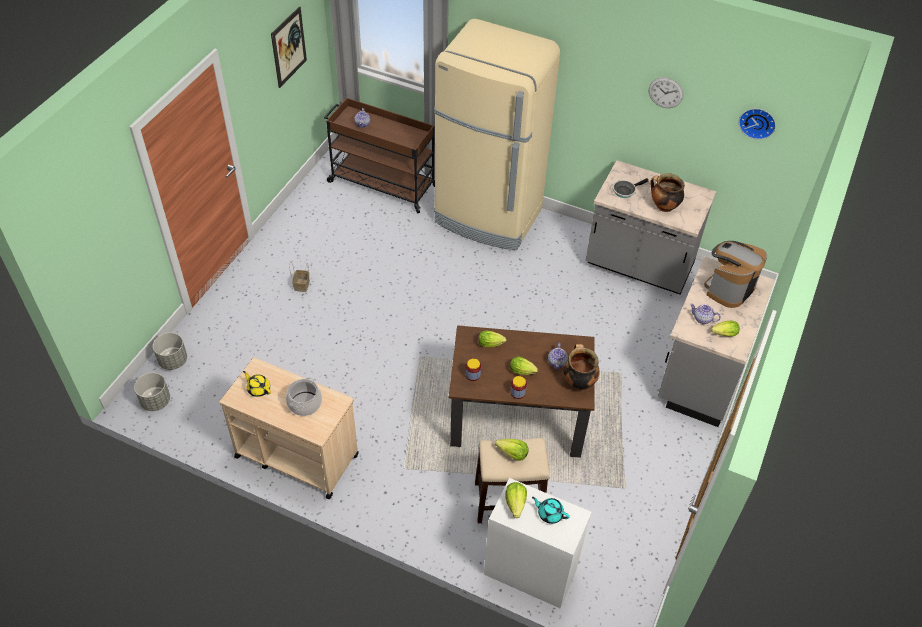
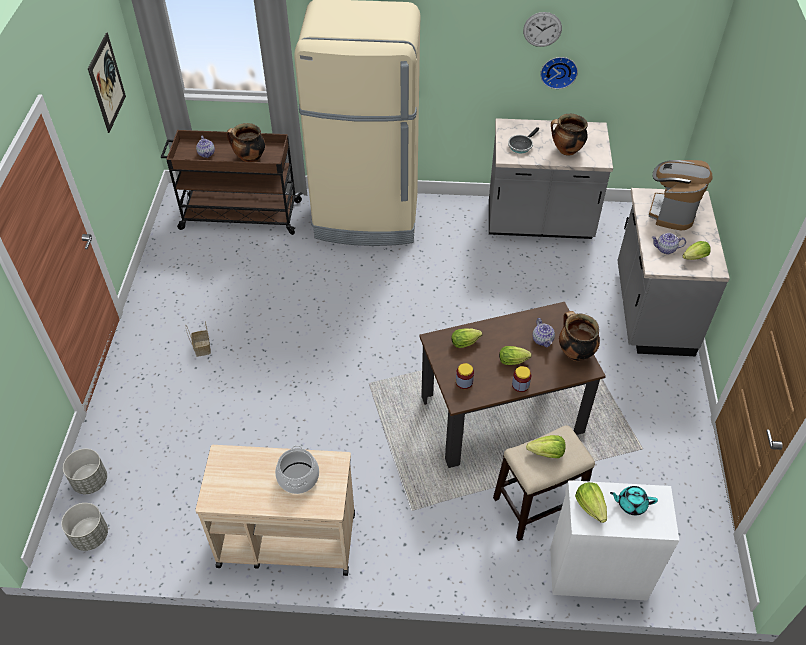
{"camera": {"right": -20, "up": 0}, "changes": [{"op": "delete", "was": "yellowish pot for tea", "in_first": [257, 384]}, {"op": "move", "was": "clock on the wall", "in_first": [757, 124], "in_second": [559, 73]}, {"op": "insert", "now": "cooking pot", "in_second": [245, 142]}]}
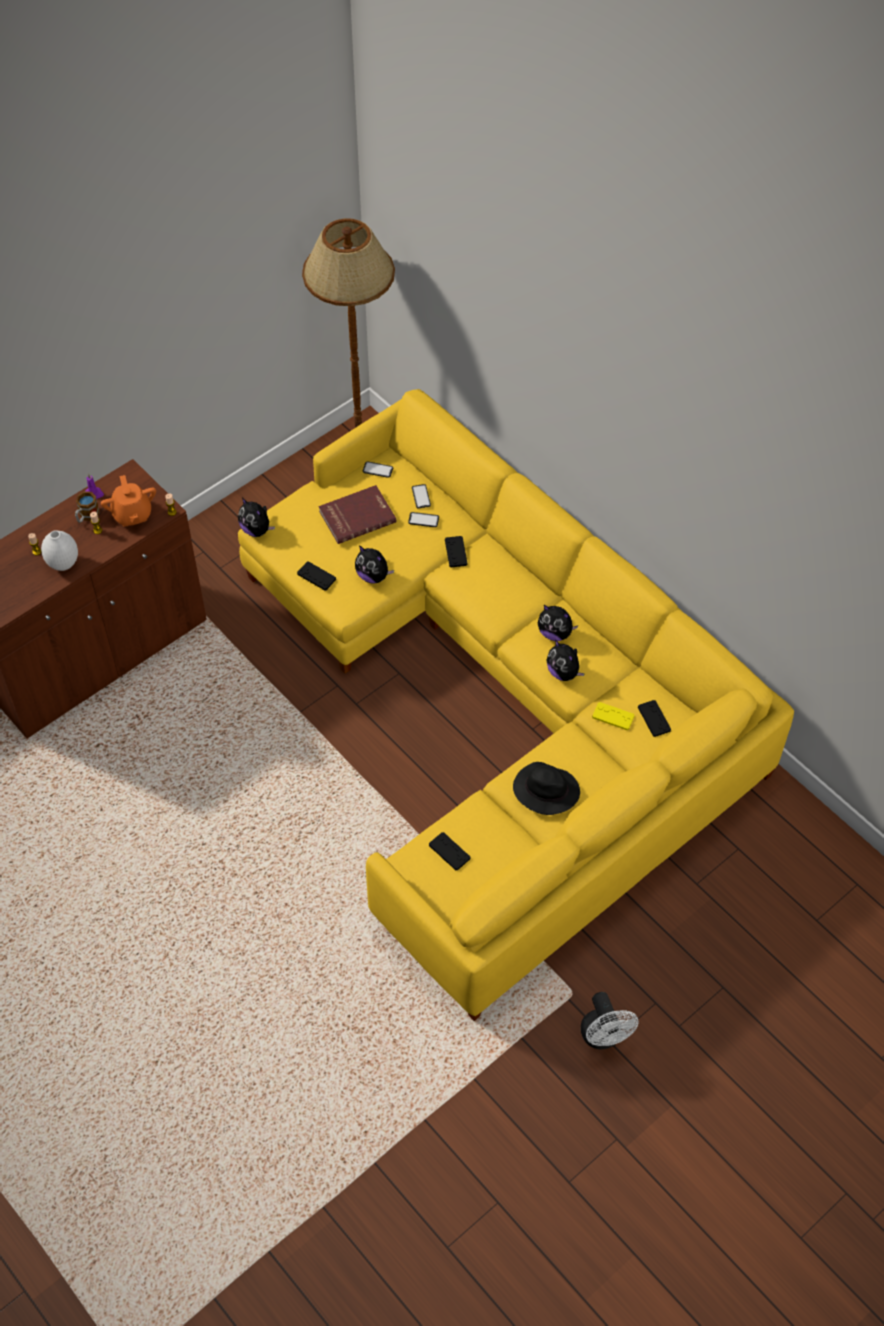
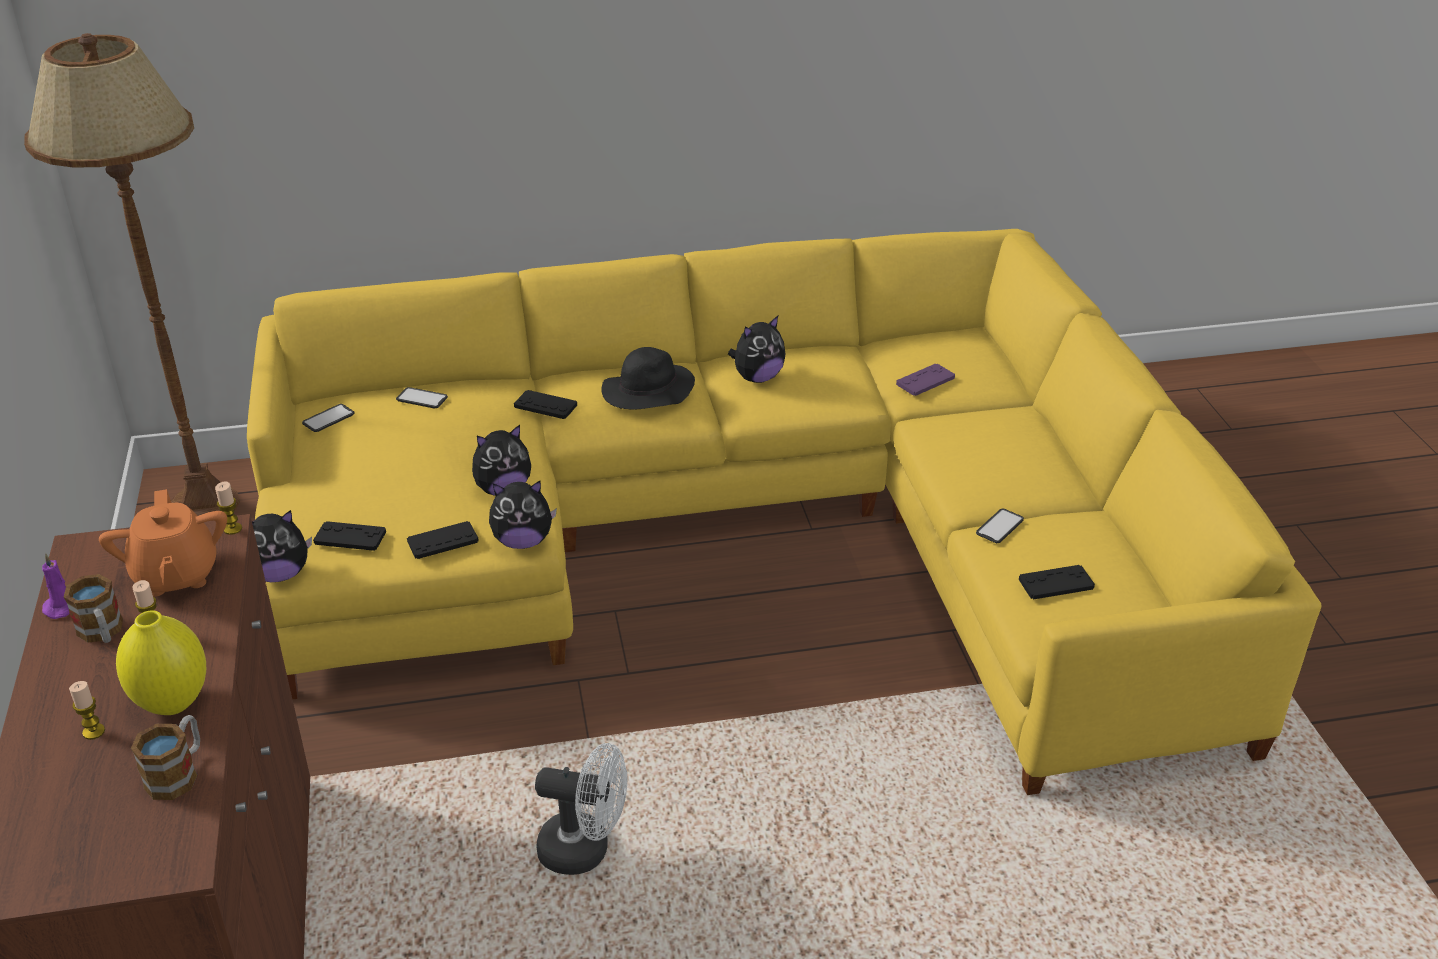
{"camera": {"right": -60, "up": -20}, "changes": [{"op": "recolor", "was": "white flower vase", "now": "yellowish flower vase", "in_first": [59, 550], "in_second": [161, 663]}, {"op": "rotate", "was": "orange-coloured pot for tea", "in_first": [128, 501], "in_second": [163, 543], "clockwise": 60}, {"op": "delete", "was": "red-coloured bound book", "in_first": [357, 514]}, {"op": "move", "was": "telephone", "in_first": [423, 519], "in_second": [1000, 525]}, {"op": "move", "was": "blackish hat", "in_first": [546, 788], "in_second": [648, 378]}, {"op": "move", "was": "soft toy", "in_first": [565, 660], "in_second": [523, 515]}, {"op": "move", "was": "white fan", "in_first": [609, 1021], "in_second": [581, 809]}, {"op": "recolor", "was": "yellowish joypad", "now": "purple joypad", "in_first": [613, 716], "in_second": [925, 379]}, {"op": "move", "was": "blackish joypad", "in_first": [654, 718], "in_second": [349, 536]}, {"op": "insert", "now": "mug", "in_second": [165, 757]}]}
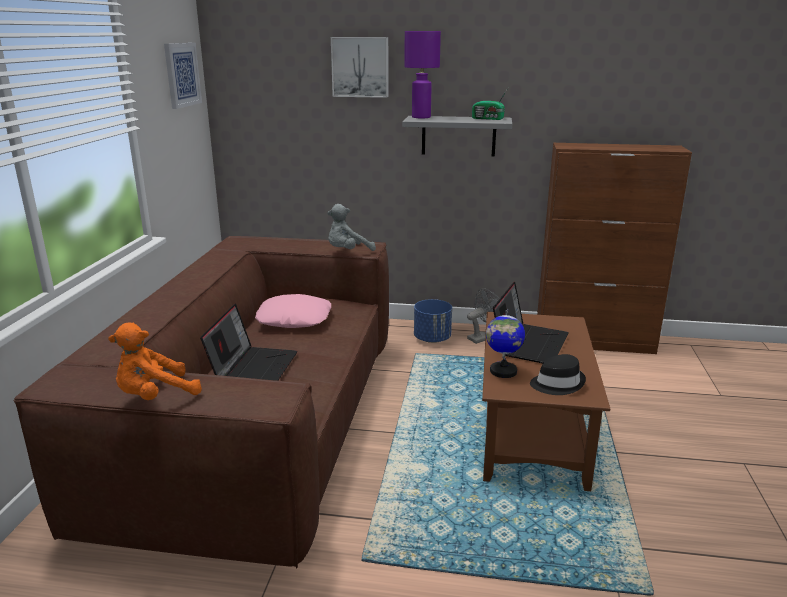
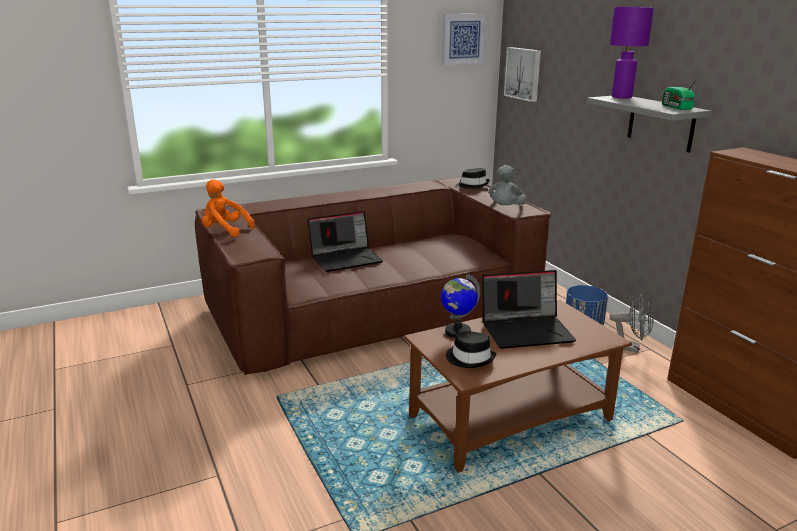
{"camera": {"right": 55, "up": 0}, "changes": [{"op": "delete", "was": "pink-coloured throw pillow", "in_first": [293, 311]}, {"op": "rotate", "was": "gray soft toy", "in_first": [351, 227], "in_second": [508, 185], "clockwise": -90}, {"op": "move", "was": "wall picture", "in_first": [360, 67], "in_second": [522, 74]}, {"op": "insert", "now": "blackish hat", "in_second": [473, 178]}]}
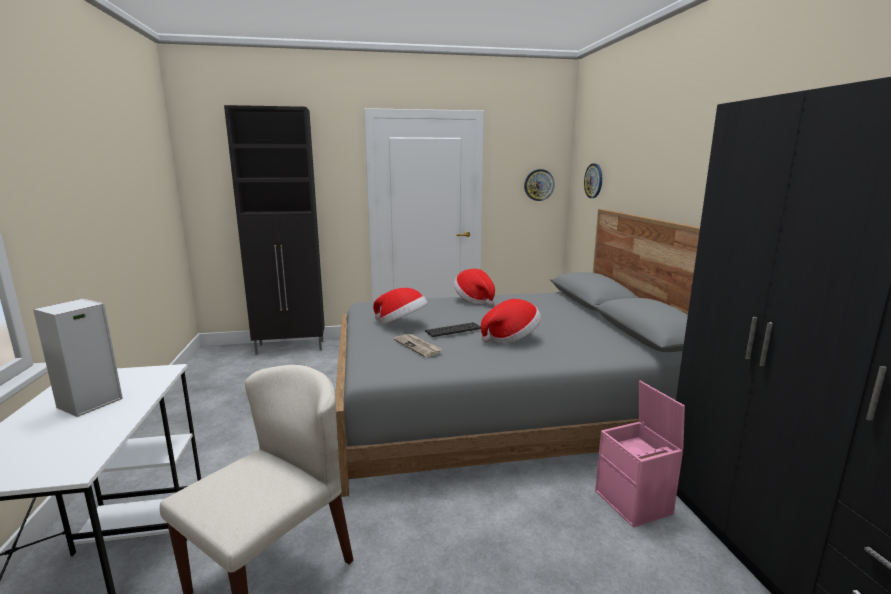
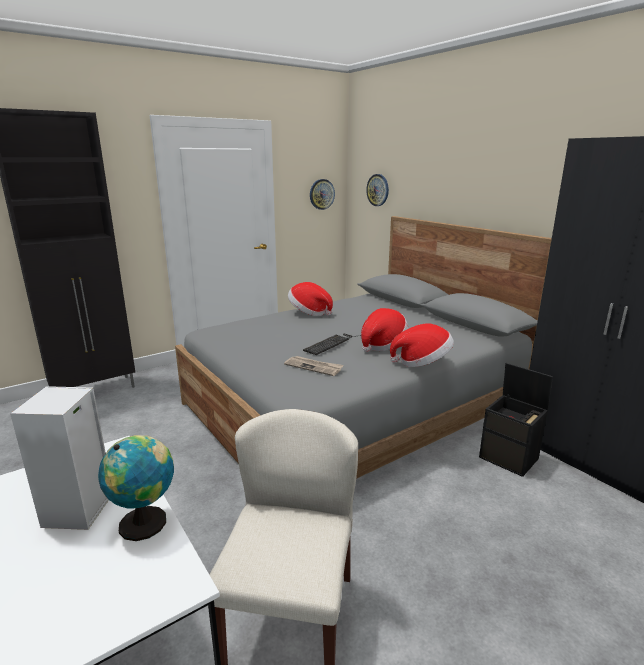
{"camera": {"right": -25, "up": 5}, "changes": [{"op": "move", "was": "hat", "in_first": [400, 306], "in_second": [422, 345]}, {"op": "recolor", "was": "pink-coloured storage box", "now": "blackish storage box", "in_first": [640, 454], "in_second": [516, 420]}, {"op": "insert", "now": "world globe", "in_second": [136, 488]}]}
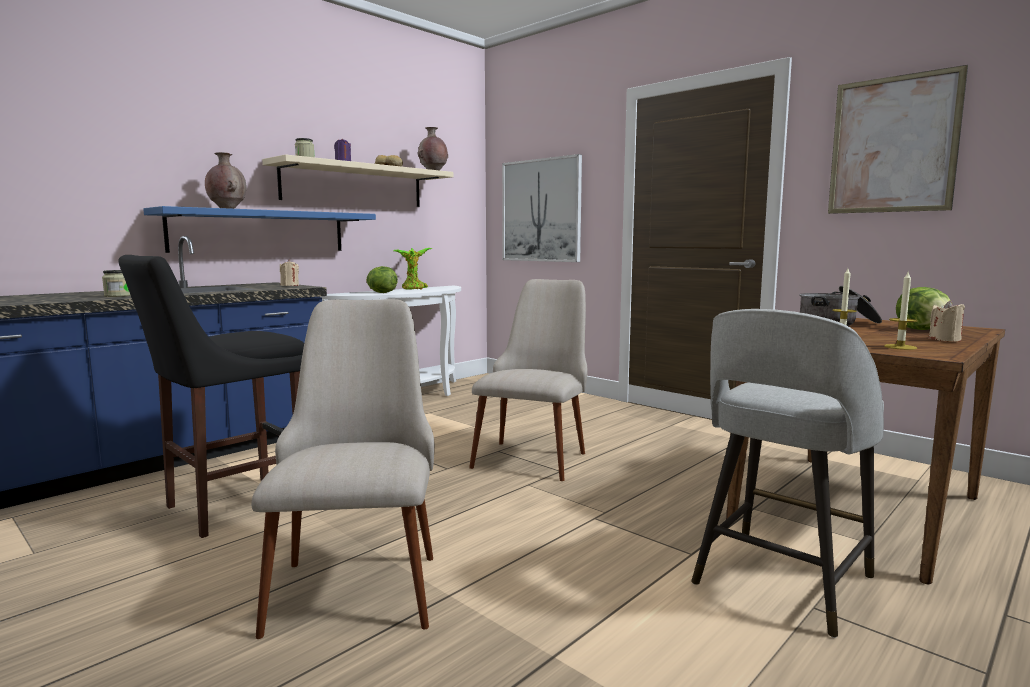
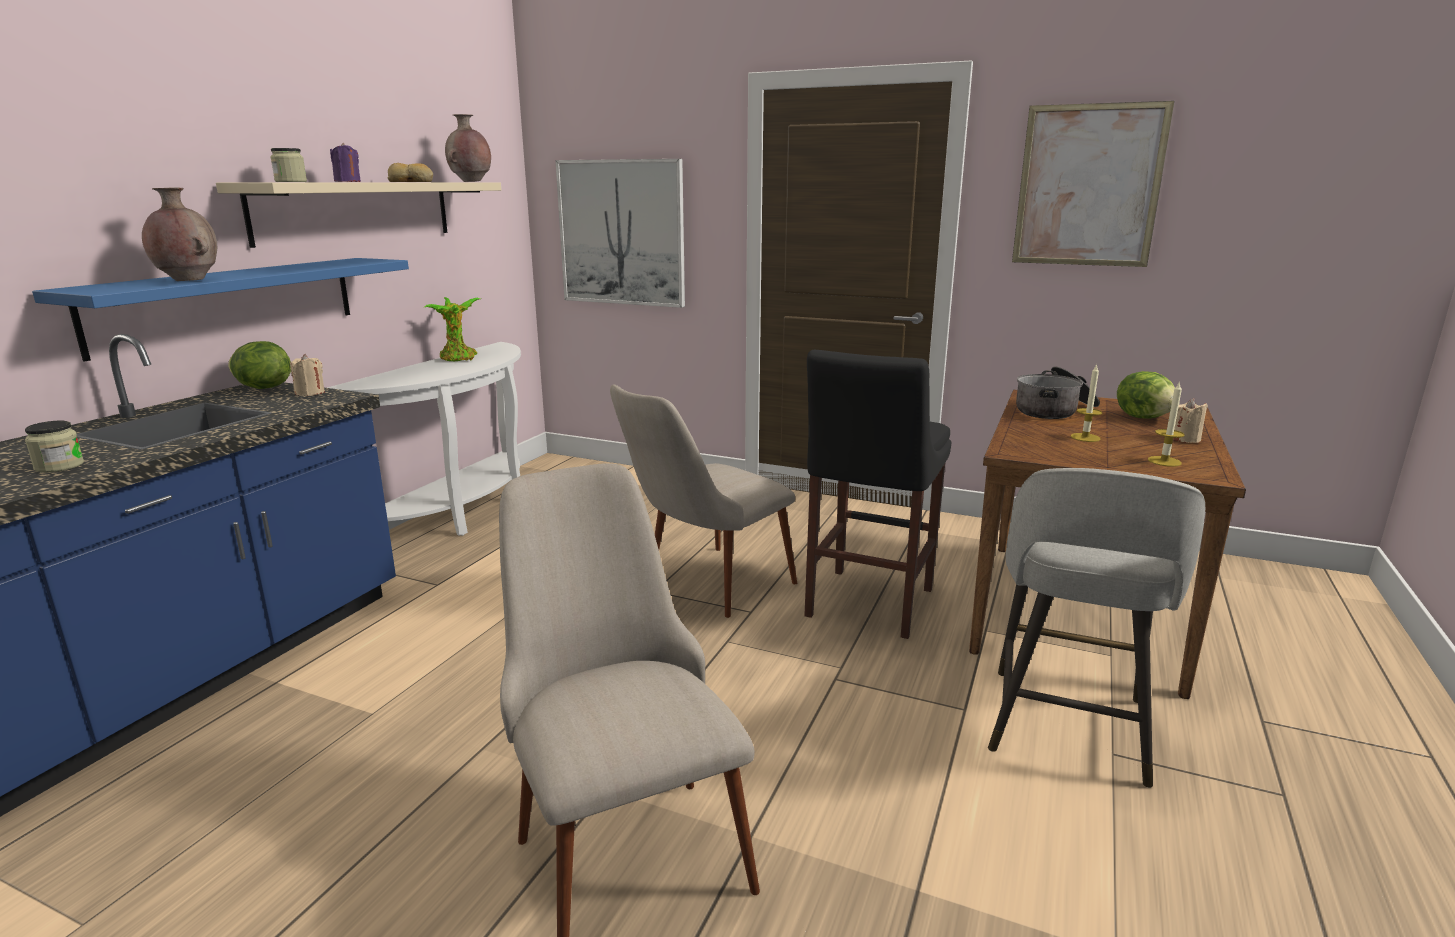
{"camera": {"right": -20, "up": 10}, "changes": [{"op": "move", "was": "blackish stool seat", "in_first": [211, 396], "in_second": [877, 494]}, {"op": "move", "was": "lettuce", "in_first": [382, 279], "in_second": [259, 365]}, {"op": "rotate", "was": "sand-coloured chair", "in_first": [528, 380], "in_second": [703, 501], "clockwise": -135}]}
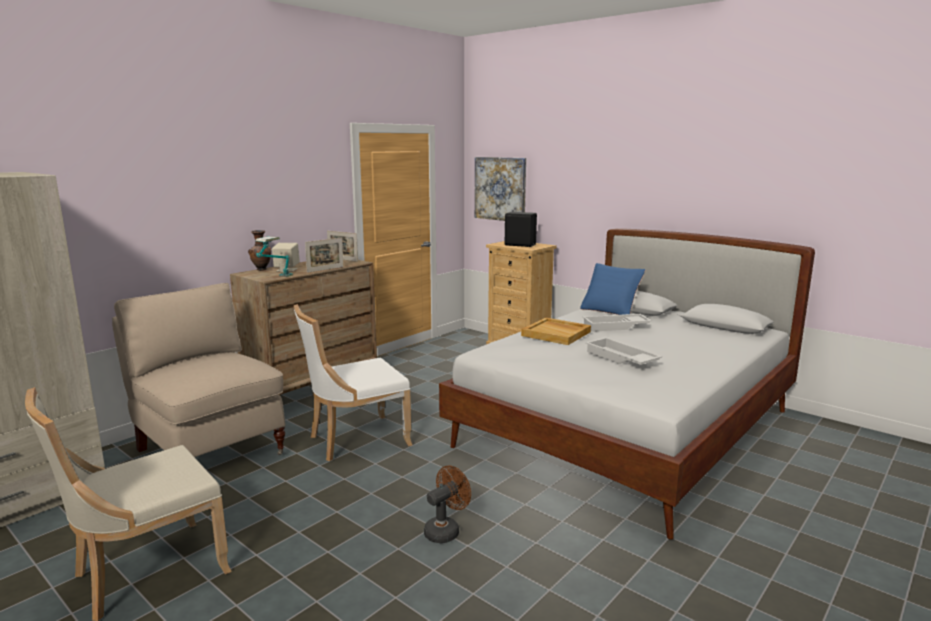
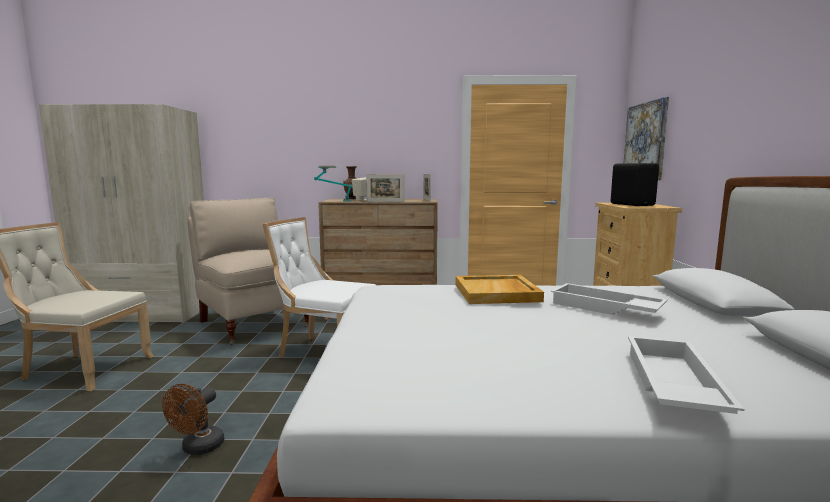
{"camera": {"right": 50, "up": -5}, "changes": [{"op": "rotate", "was": "sand-coloured chair", "in_first": [199, 370], "in_second": [248, 271], "clockwise": -45}, {"op": "rotate", "was": "brownish fan", "in_first": [447, 504], "in_second": [193, 419], "clockwise": 105}, {"op": "delete", "was": "bluish throw pillow", "in_first": [612, 289]}, {"op": "move", "was": "white carrying tray", "in_first": [623, 351], "in_second": [686, 375]}]}
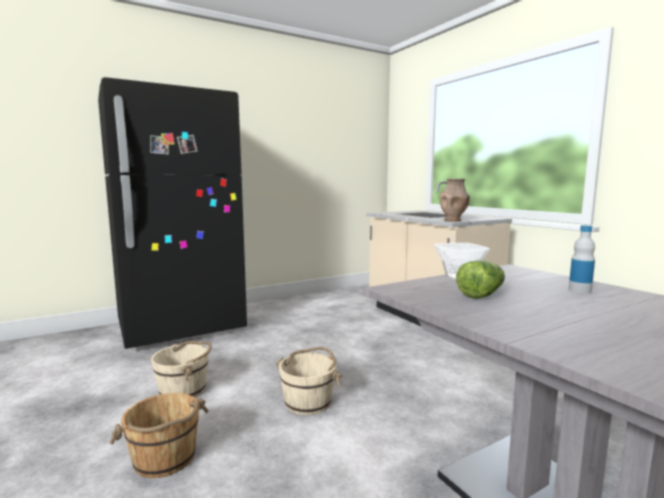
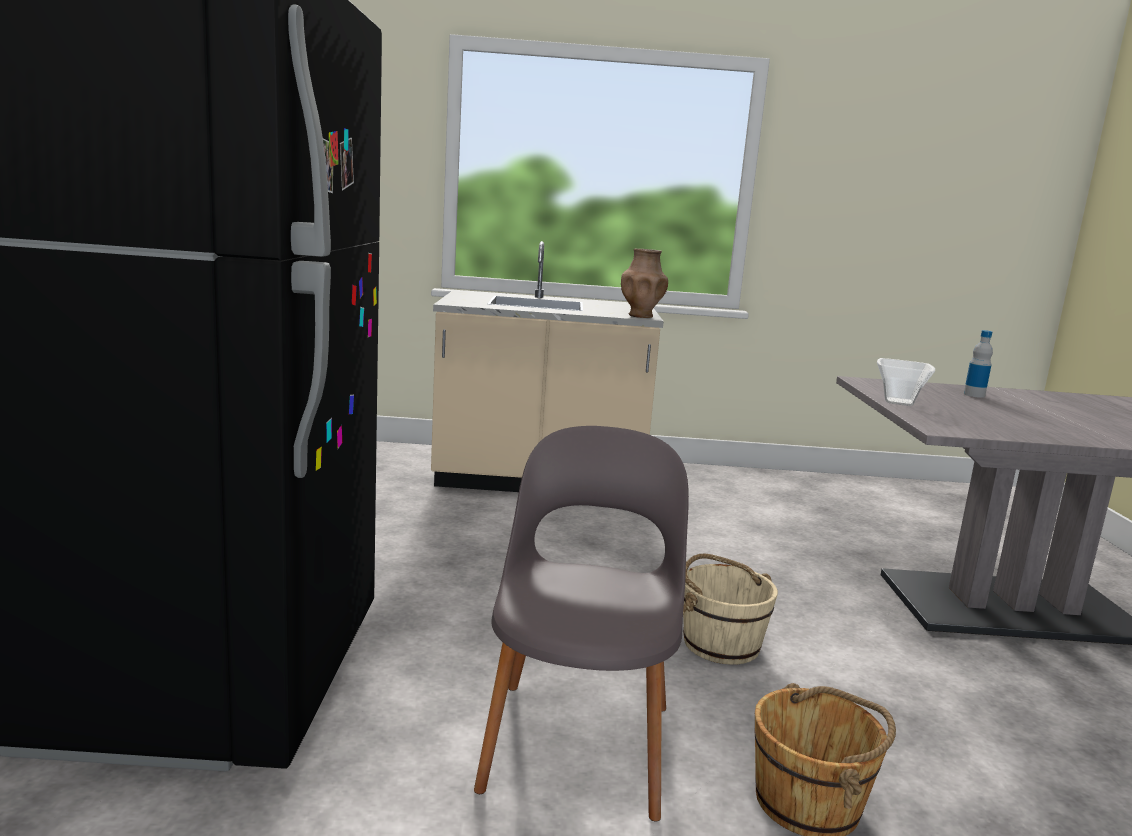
{"camera": {"right": -60, "up": 5}, "changes": [{"op": "replace", "was": "sand-coloured water bucket", "now": "gray chair", "in_first": [181, 369], "in_second": [581, 623]}, {"op": "delete", "was": "lettuce", "in_first": [480, 280]}]}
